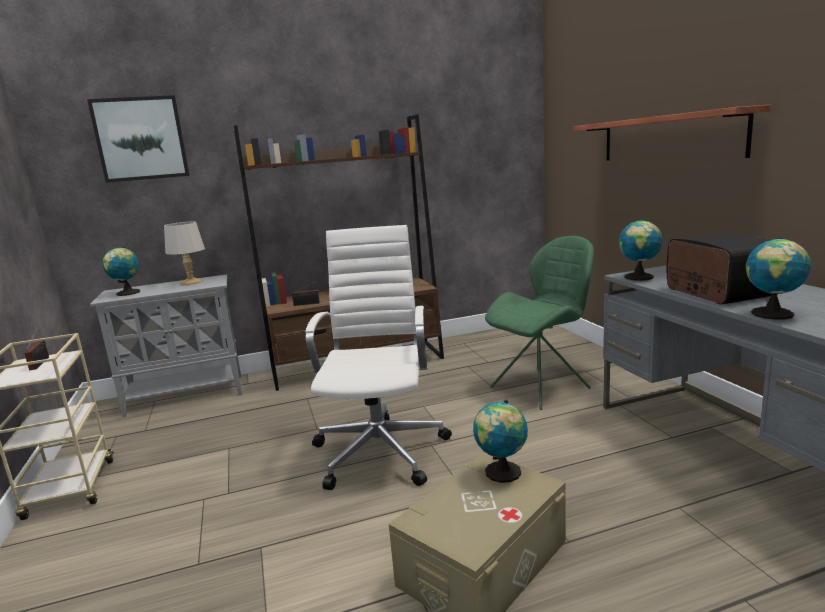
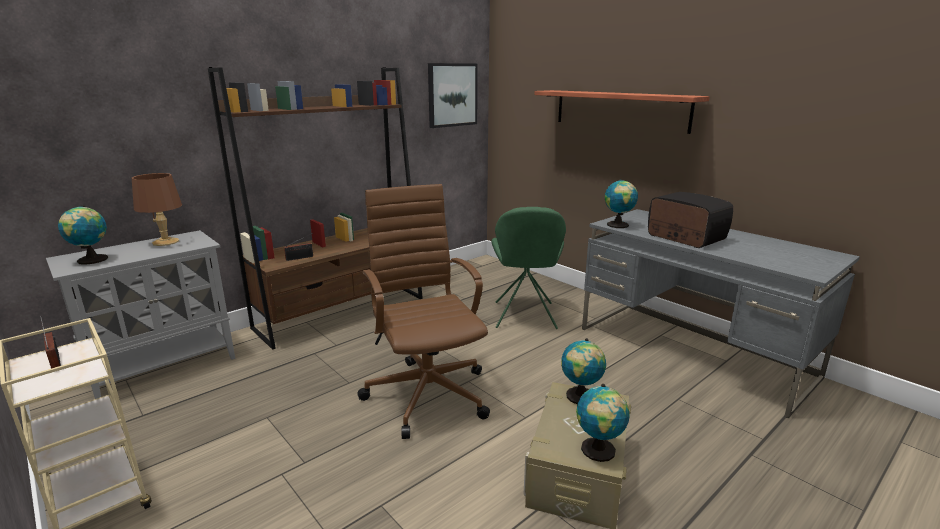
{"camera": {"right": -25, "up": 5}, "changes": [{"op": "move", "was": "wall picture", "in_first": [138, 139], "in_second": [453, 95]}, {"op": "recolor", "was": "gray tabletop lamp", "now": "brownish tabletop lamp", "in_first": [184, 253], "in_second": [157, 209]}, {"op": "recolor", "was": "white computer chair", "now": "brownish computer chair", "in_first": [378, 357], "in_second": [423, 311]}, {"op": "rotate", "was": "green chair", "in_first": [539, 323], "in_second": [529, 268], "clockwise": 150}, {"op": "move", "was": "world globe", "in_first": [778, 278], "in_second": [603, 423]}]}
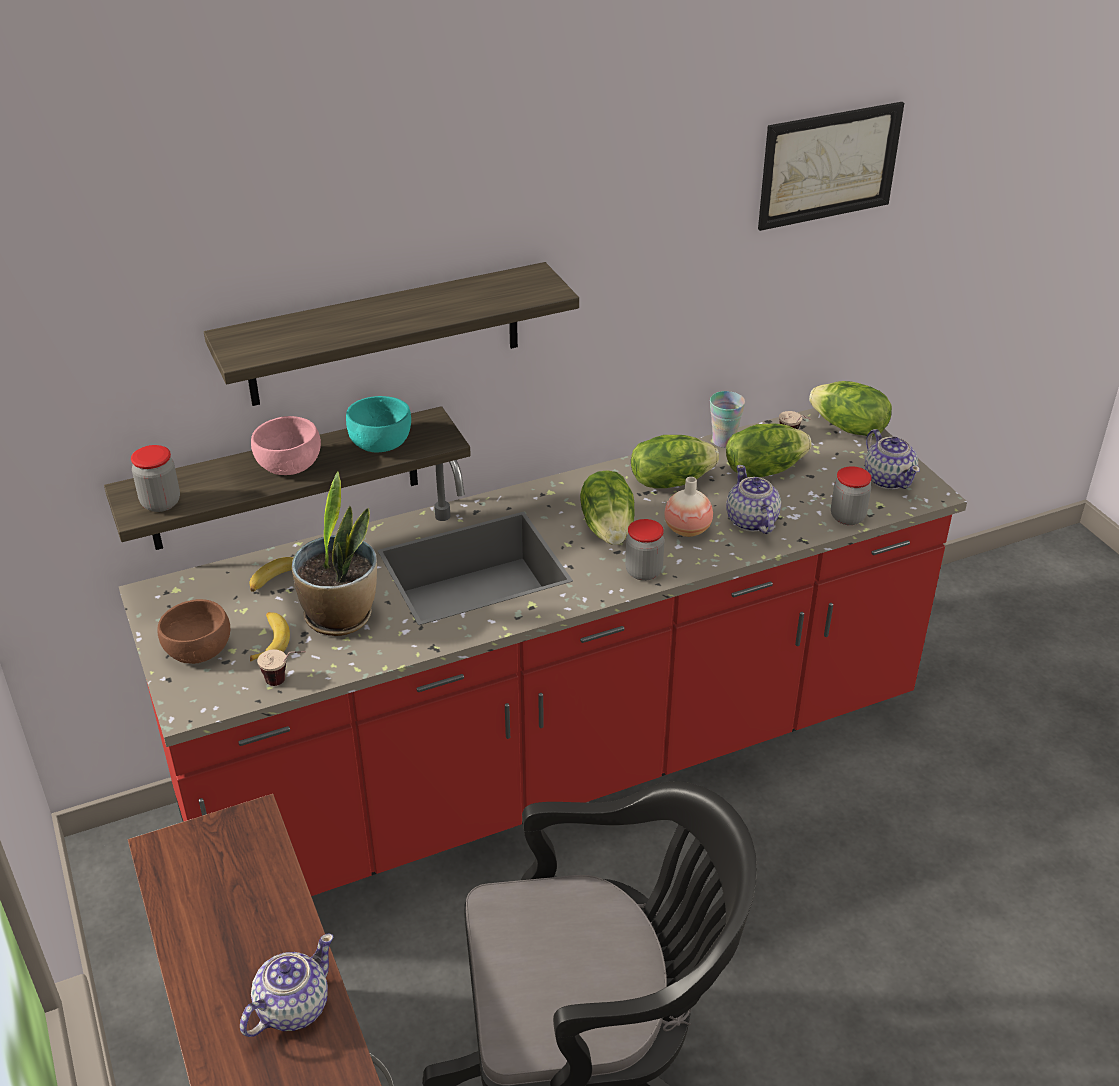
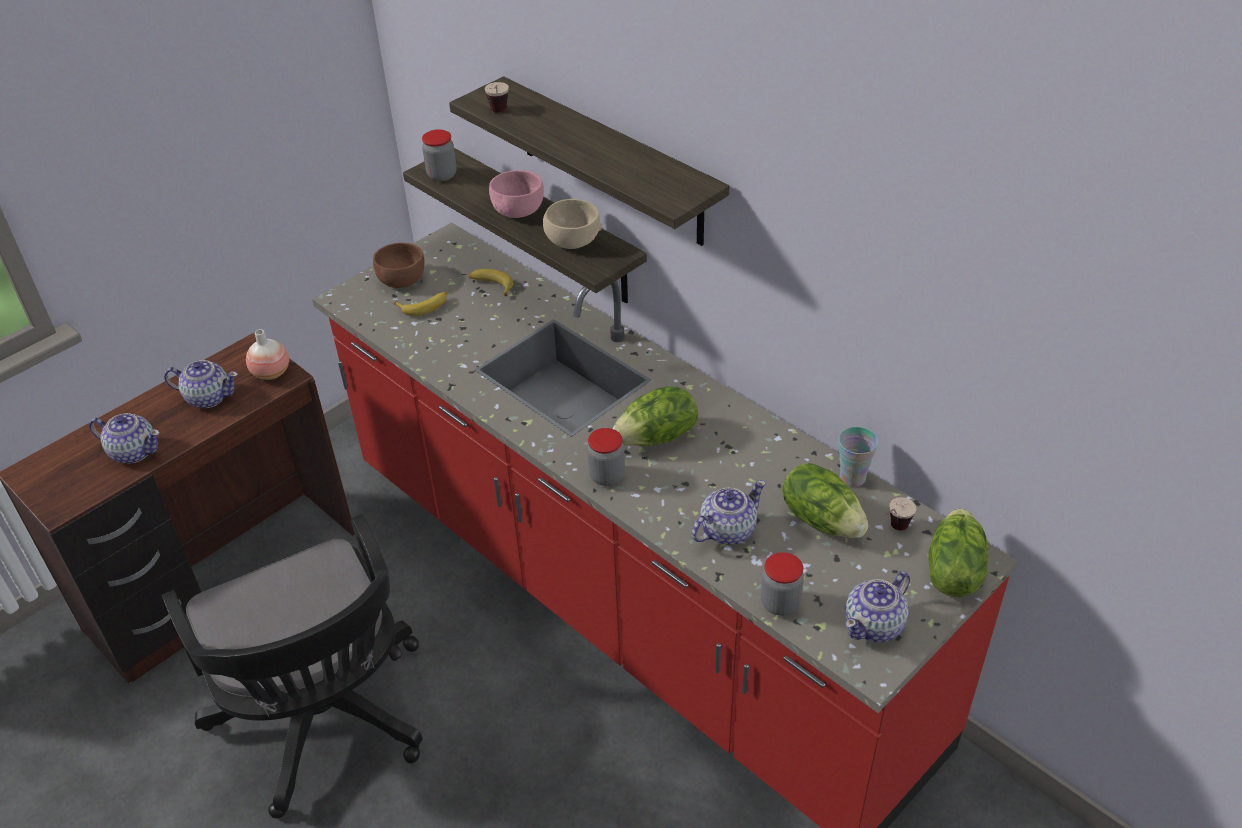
{"camera": {"right": 70, "up": 5}, "changes": [{"op": "move", "was": "small cup", "in_first": [281, 668], "in_second": [497, 97]}, {"op": "delete", "was": "plant in a pot", "in_first": [334, 554]}, {"op": "recolor", "was": "blue-green bowl", "now": "sand-coloured bowl", "in_first": [378, 424], "in_second": [572, 224]}, {"op": "delete", "was": "lettuce", "in_first": [675, 461]}, {"op": "move", "was": "flower vase", "in_first": [688, 507], "in_second": [267, 354]}, {"op": "delete", "was": "wall picture", "in_first": [831, 166]}, {"op": "insert", "now": "pot for tea", "in_second": [201, 384]}]}
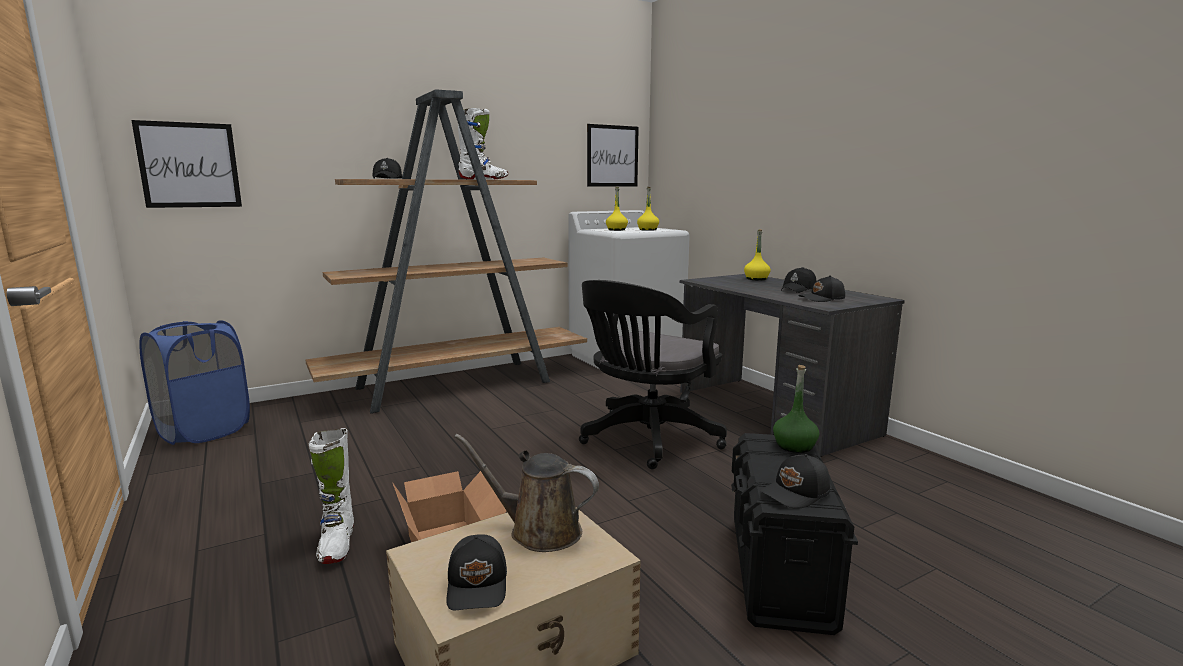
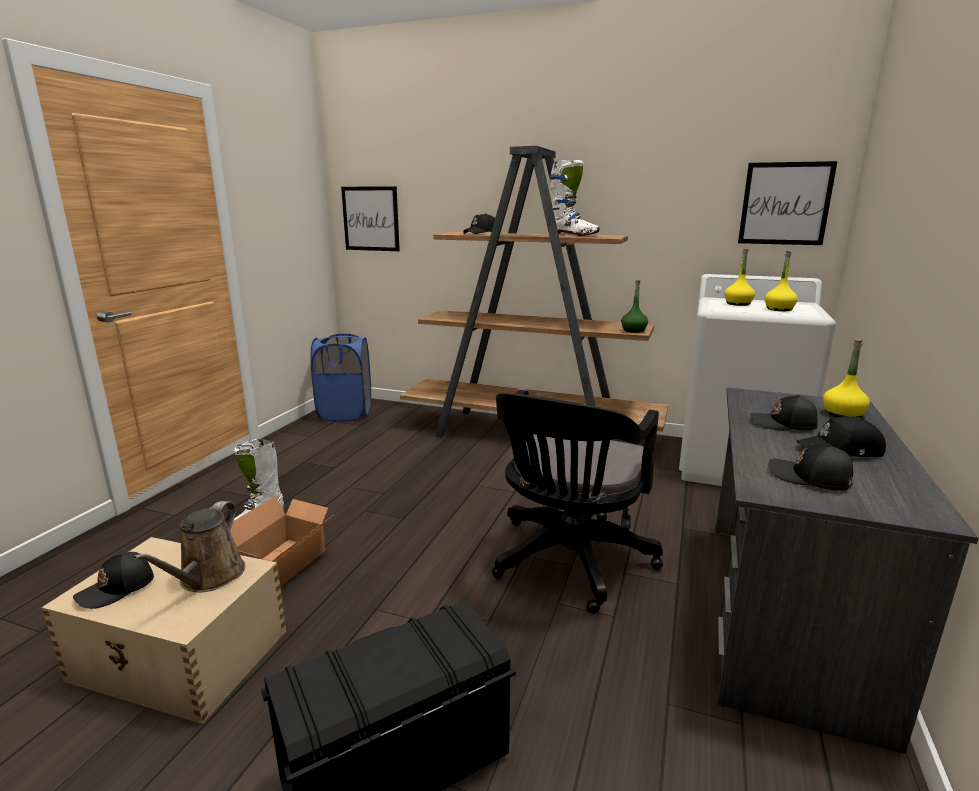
{"camera": {"right": 50, "up": 5}, "changes": [{"op": "rotate", "was": "brownish watering pot", "in_first": [526, 493], "in_second": [189, 546], "clockwise": -150}, {"op": "rotate", "was": "blackish computer chair", "in_first": [653, 374], "in_second": [577, 502], "clockwise": -60}, {"op": "move", "was": "blackish baseball cap", "in_first": [795, 481], "in_second": [784, 412]}, {"op": "move", "was": "green drink bottle", "in_first": [796, 409], "in_second": [634, 306]}]}
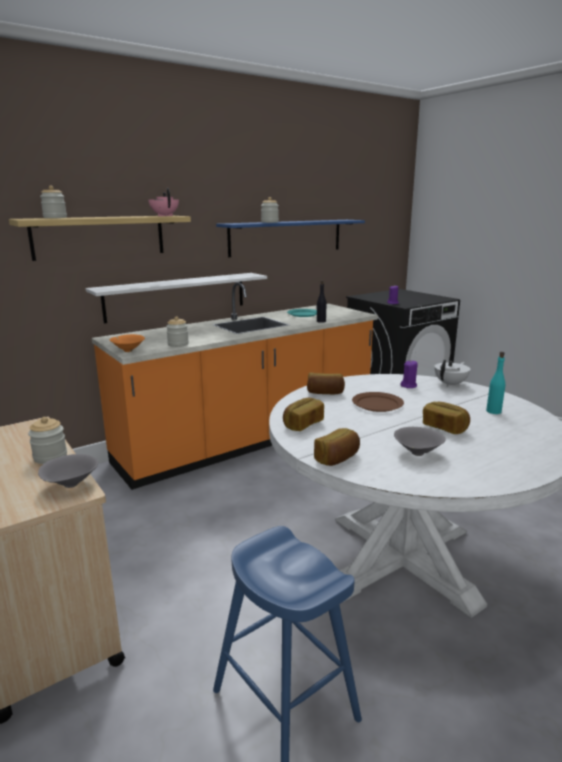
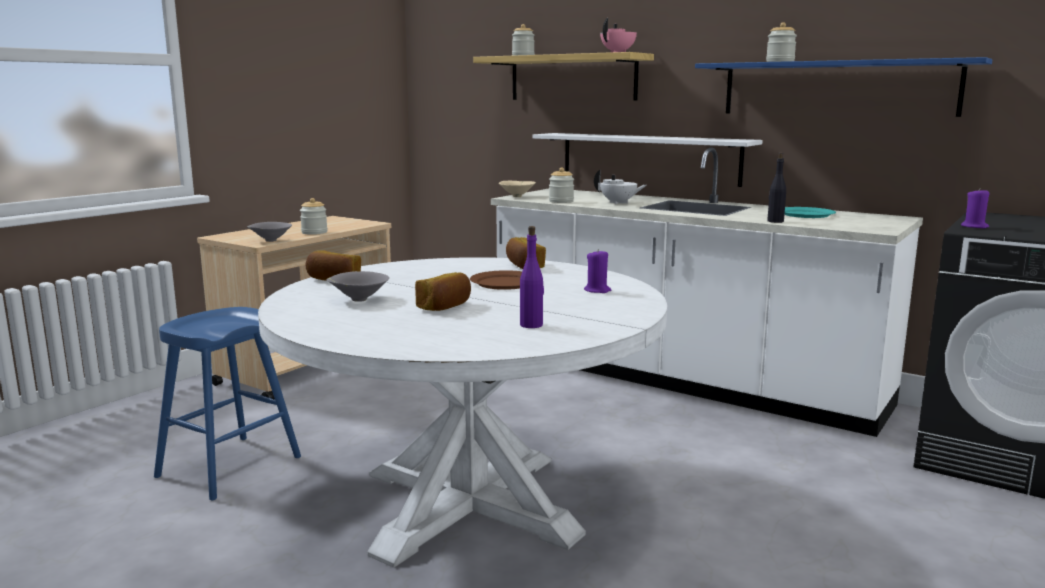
{"camera": {"right": 70, "up": -5}, "changes": [{"op": "recolor", "was": "orange-coloured kitchen counter", "now": "white kitchen counter", "in_first": [235, 386], "in_second": [707, 292]}, {"op": "recolor", "was": "orange-coloured bowl", "now": "sand-coloured bowl", "in_first": [127, 343], "in_second": [517, 189]}, {"op": "delete", "was": "baked bread", "in_first": [303, 414]}, {"op": "move", "was": "white pot for tea", "in_first": [452, 373], "in_second": [620, 186]}, {"op": "recolor", "was": "blue-green drink bottle", "now": "purple drink bottle", "in_first": [495, 383], "in_second": [532, 277]}]}
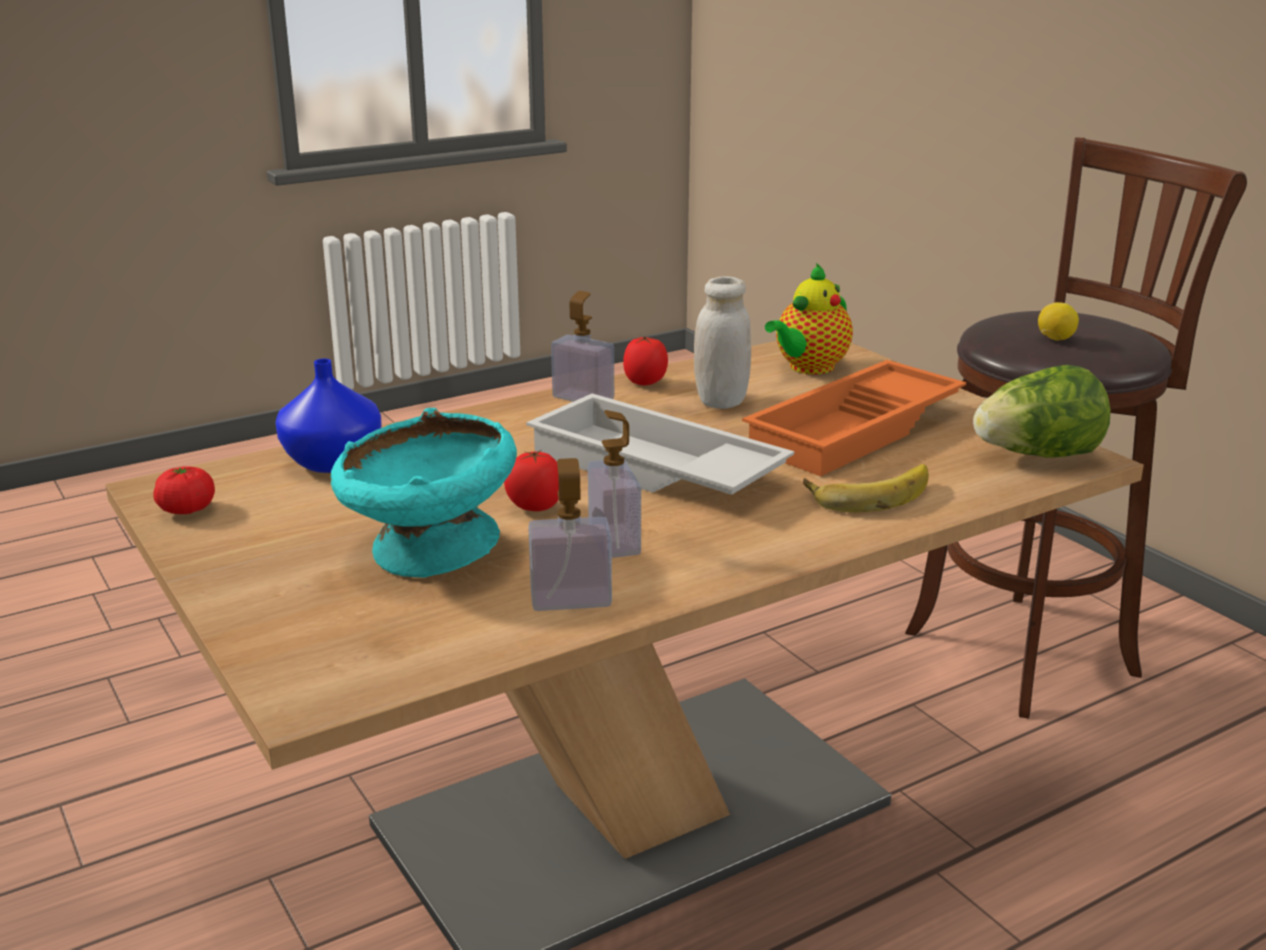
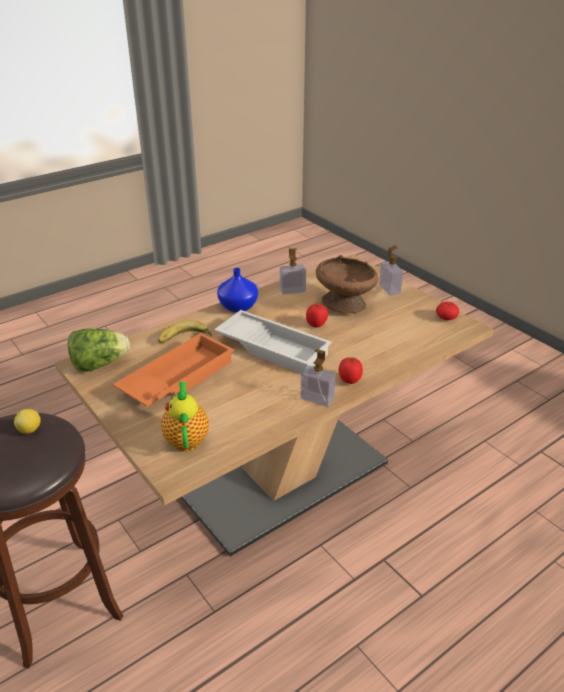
{"camera": {"right": 175, "up": 10}, "changes": [{"op": "move", "was": "bluish flower vase", "in_first": [328, 416], "in_second": [237, 290]}, {"op": "recolor", "was": "blue-green bowl", "now": "brownish bowl", "in_first": [423, 493], "in_second": [347, 284]}, {"op": "move", "was": "soap dispenser", "in_first": [614, 484], "in_second": [391, 270]}, {"op": "move", "was": "whole tomato", "in_first": [645, 360], "in_second": [351, 370]}, {"op": "delete", "was": "white storage jar", "in_first": [722, 342]}, {"op": "rotate", "was": "pot for tea", "in_first": [809, 319], "in_second": [185, 416], "clockwise": -45}]}
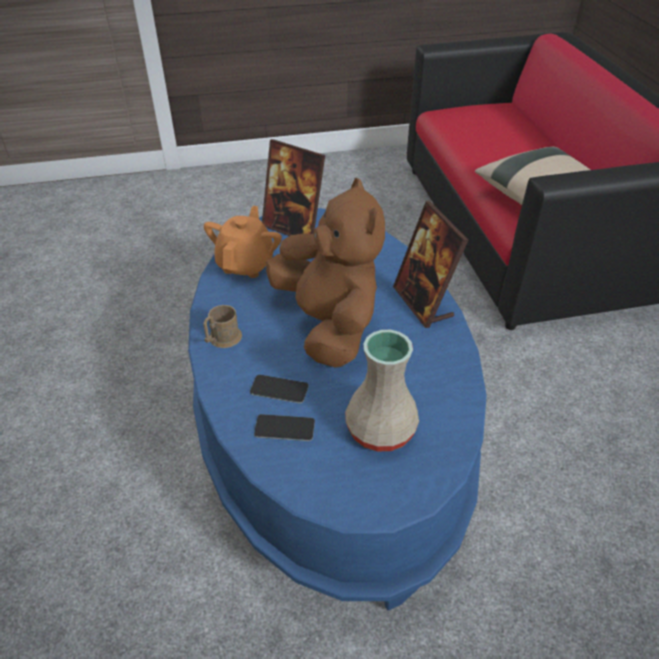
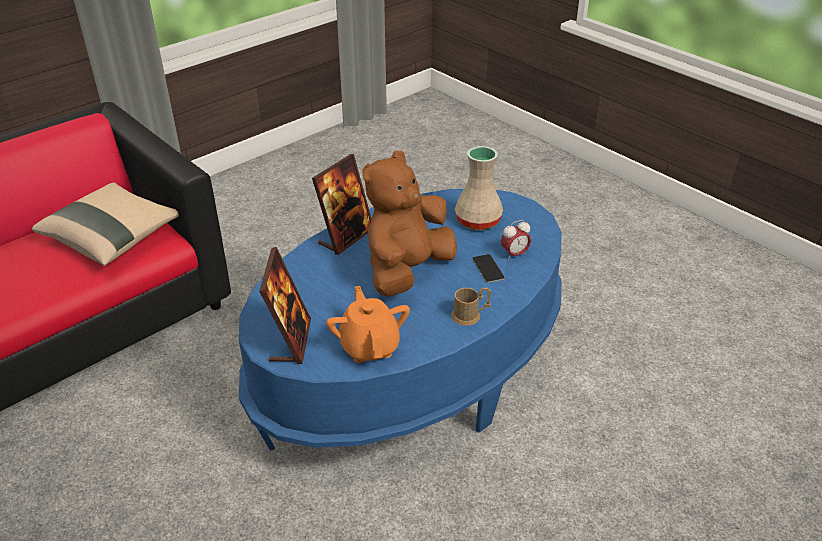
{"camera": {"right": -120, "up": -5}, "changes": [{"op": "rotate", "was": "orange-coloured pot for tea", "in_first": [243, 242], "in_second": [368, 324], "clockwise": 90}, {"op": "replace", "was": "telephone", "now": "alarm clock", "in_first": [284, 427], "in_second": [516, 240]}]}
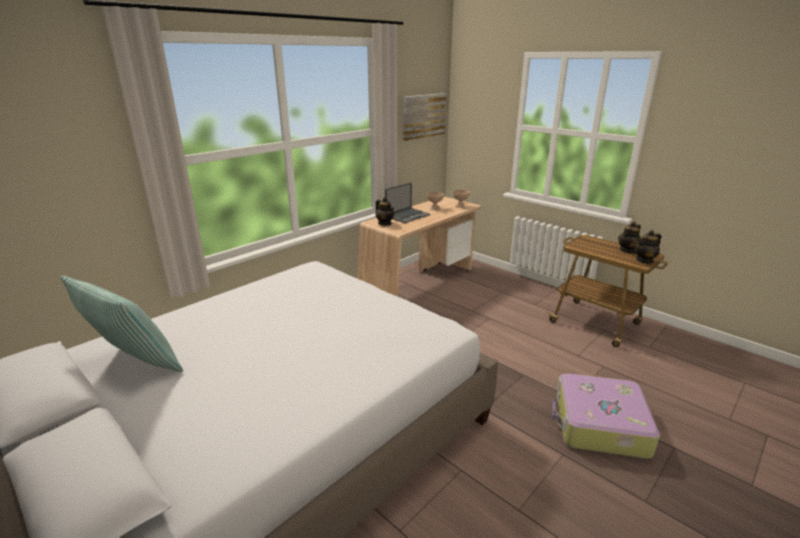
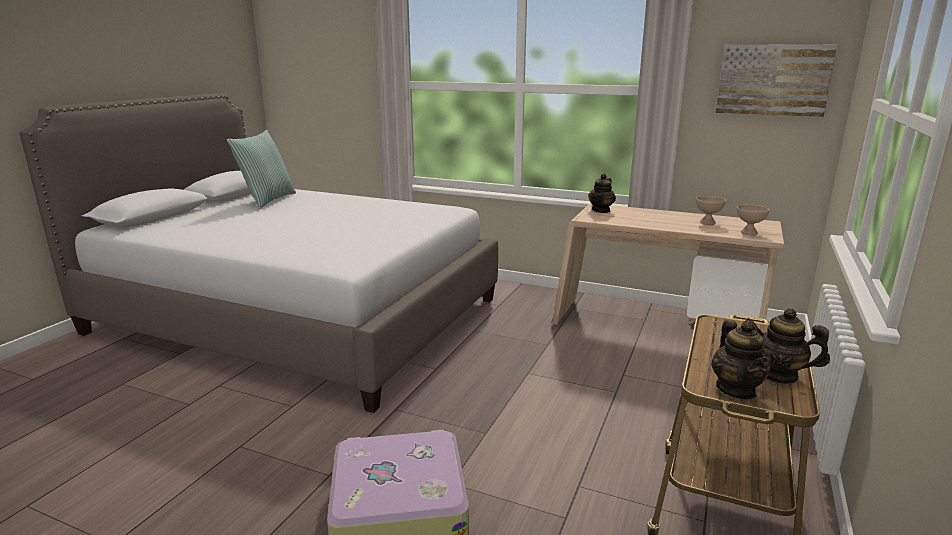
{"camera": {"right": 70, "up": -5}, "changes": [{"op": "delete", "was": "notebook computer", "in_first": [407, 202]}, {"op": "rotate", "was": "pot for tea", "in_first": [648, 247], "in_second": [741, 360], "clockwise": -135}]}
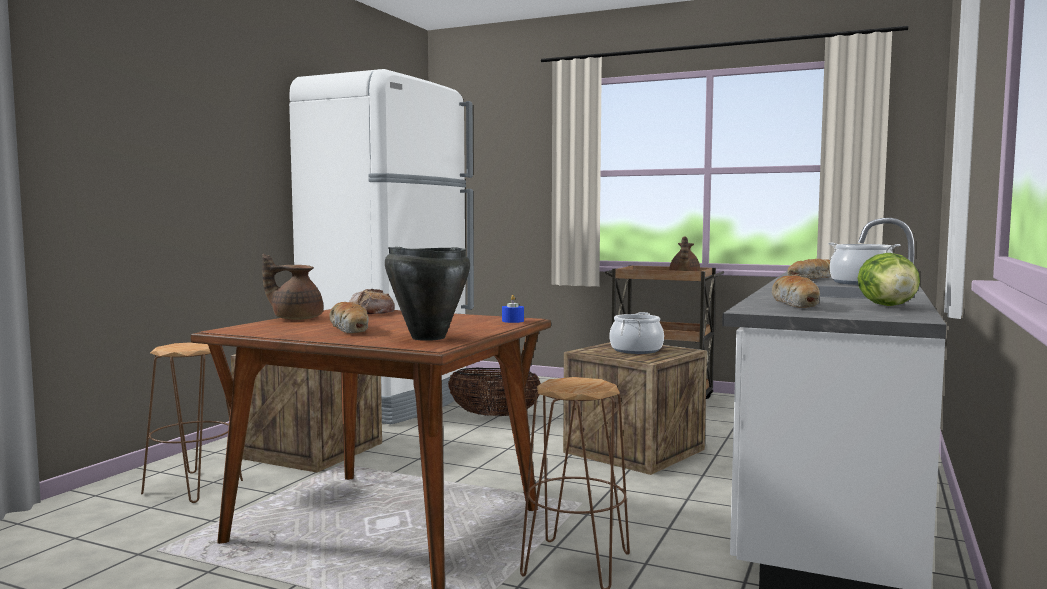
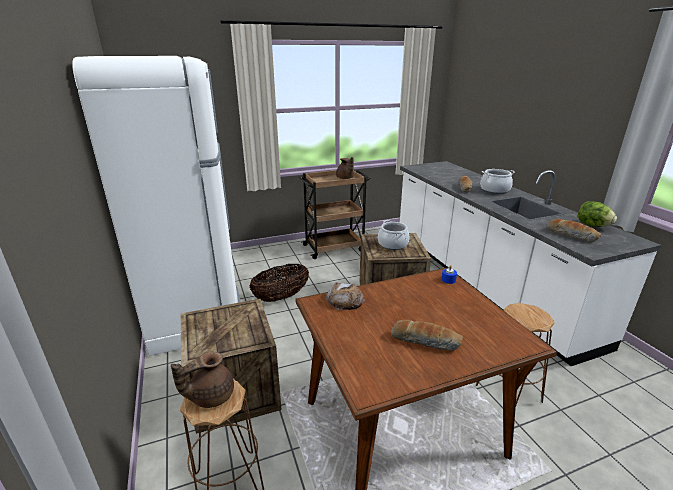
{"camera": {"right": -45, "up": 20}, "changes": [{"op": "move", "was": "brownish pot for tea", "in_first": [292, 287], "in_second": [202, 379]}, {"op": "delete", "was": "blackish cooking pot", "in_first": [427, 294]}]}
